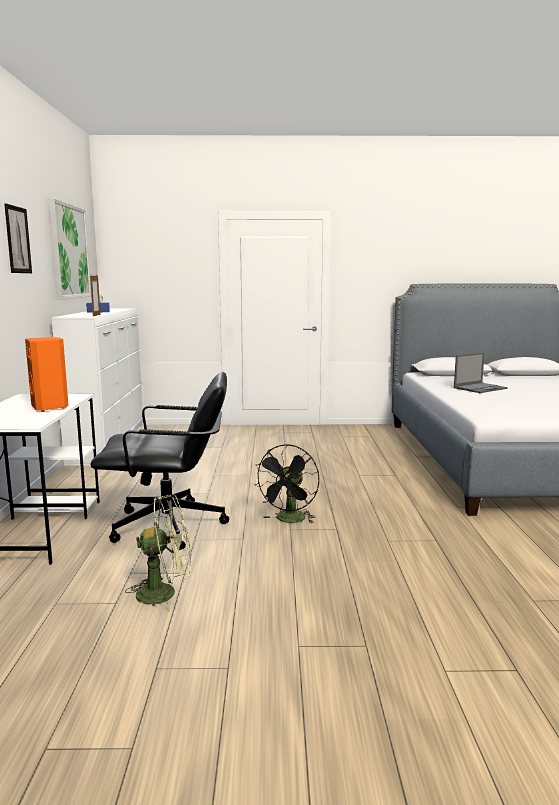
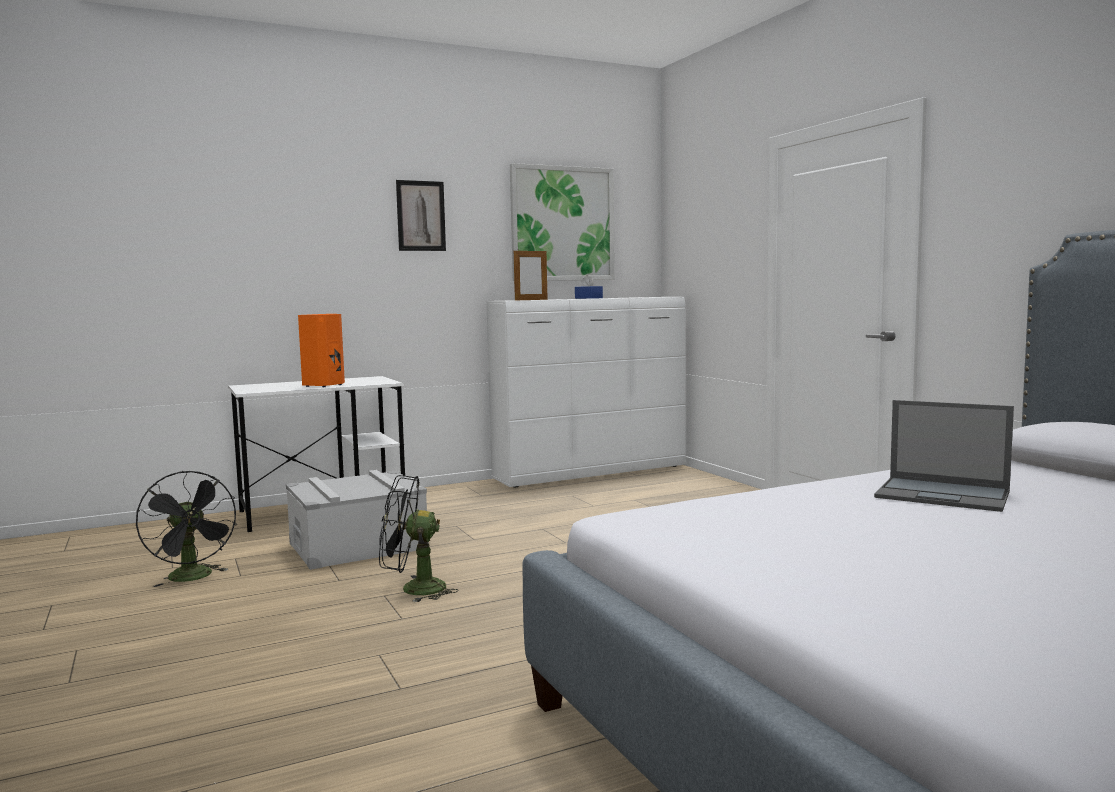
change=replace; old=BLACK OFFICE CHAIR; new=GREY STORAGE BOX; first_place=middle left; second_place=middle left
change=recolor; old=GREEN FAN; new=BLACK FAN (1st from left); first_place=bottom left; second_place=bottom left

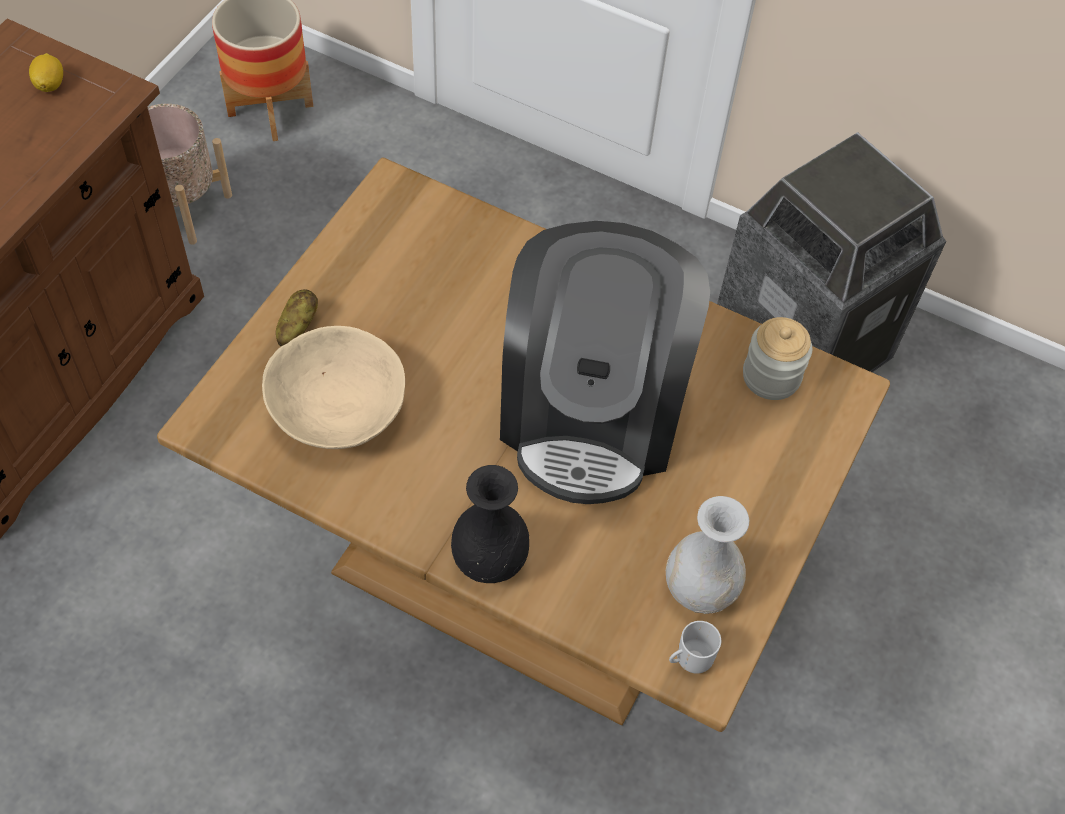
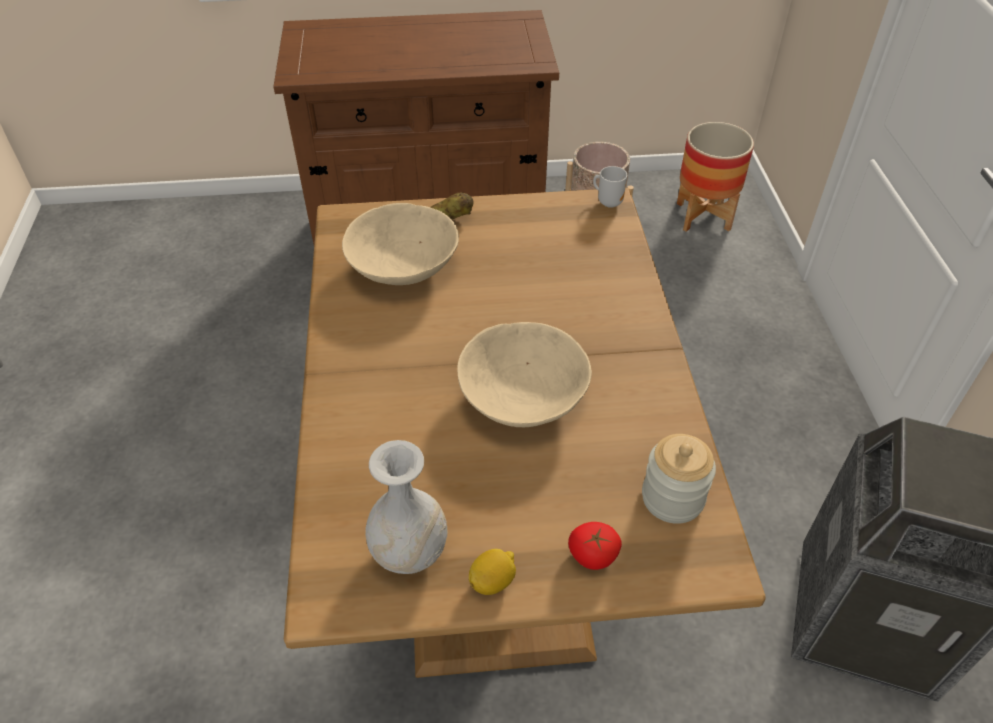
change=delete; old=BLACK VASE; first_place=centre
change=insert; new=TOMATO; second_place=bottom centre
change=move; old=LEMON; first_place=top left; second_place=bottom centre
change=move; old=MUG; first_place=bottom centre; second_place=top centre
change=replace; old=COFFEE MACHINE; new=BEIGE BOWL (2nd from left); first_place=centre; second_place=centre

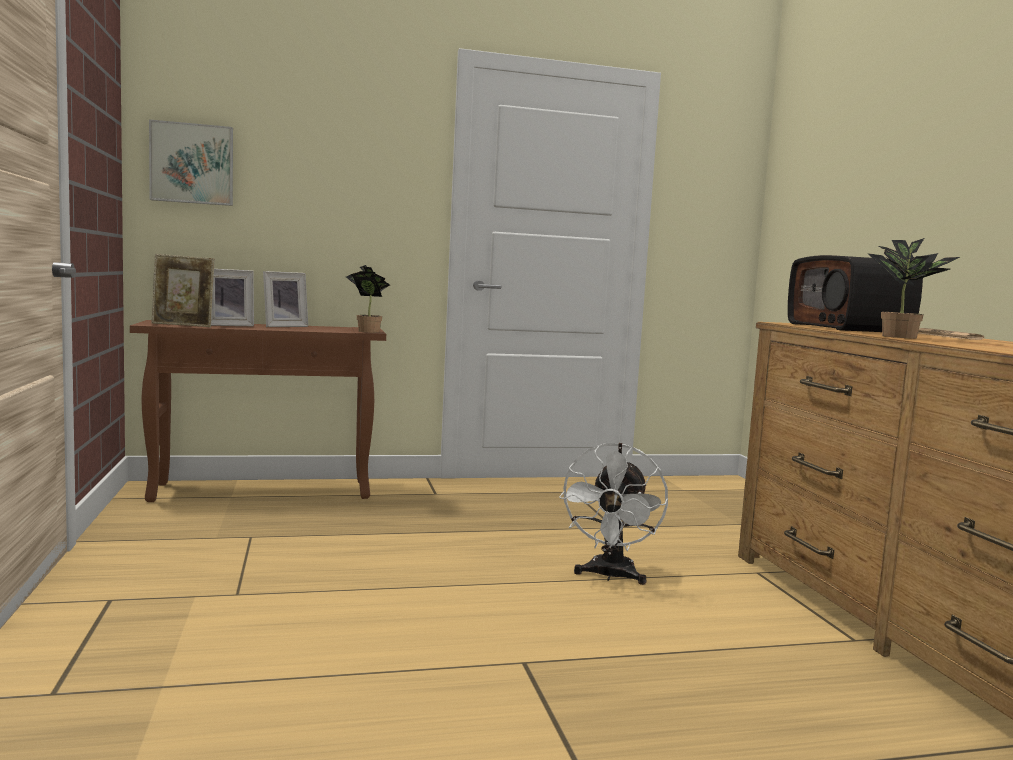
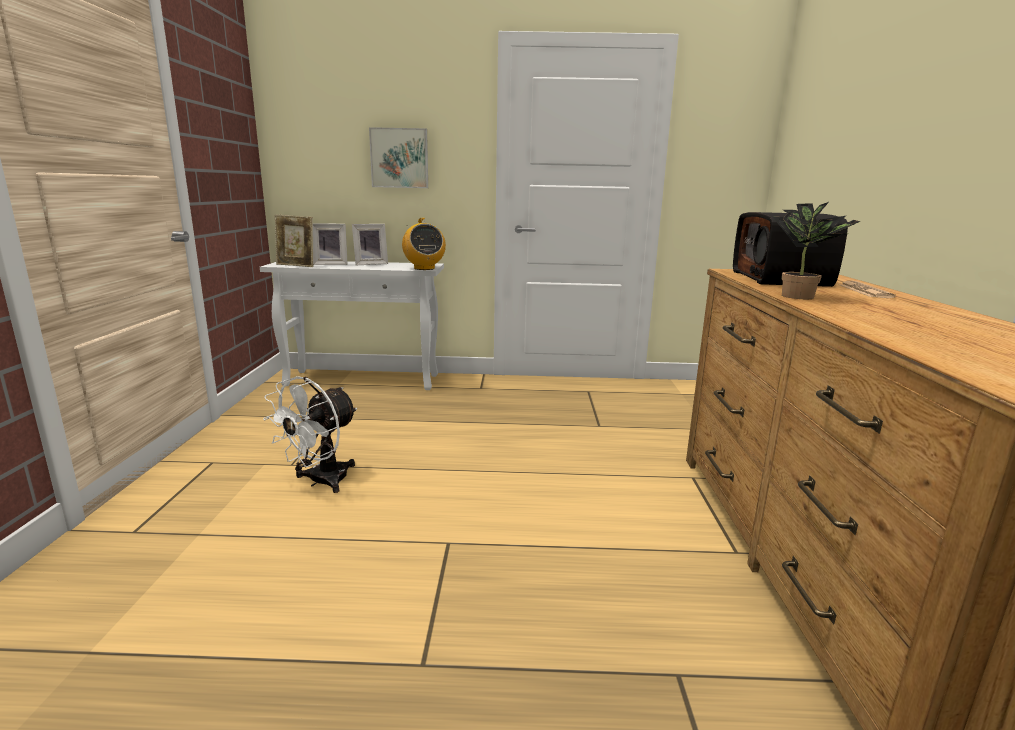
change=move; old=PICTURE; first_place=top left; second_place=top centre
change=move; old=WHITE FAN; first_place=bottom centre; second_place=middle left
change=replace; old=POTTED PLANT (1st from left); new=RADIO (1st from left); first_place=centre; second_place=centre
change=recolor; old=BROWN CONSOLE TABLE; new=WHITE CONSOLE TABLE; first_place=middle left; second_place=centre

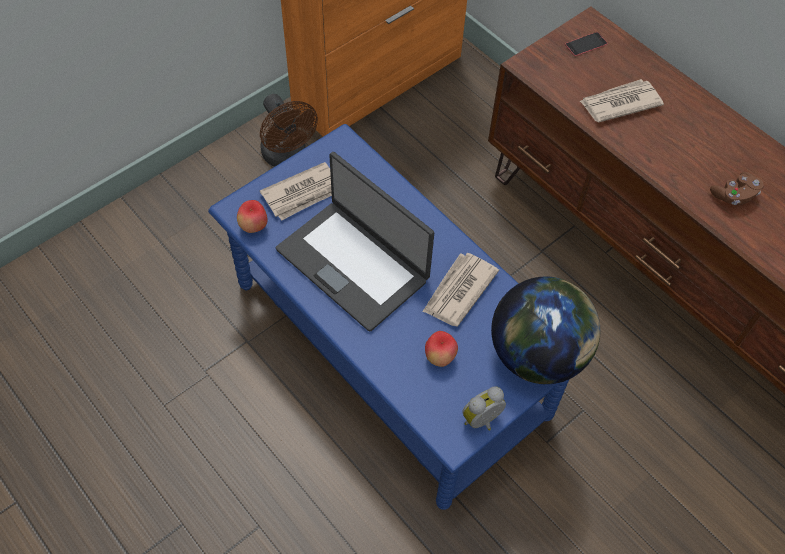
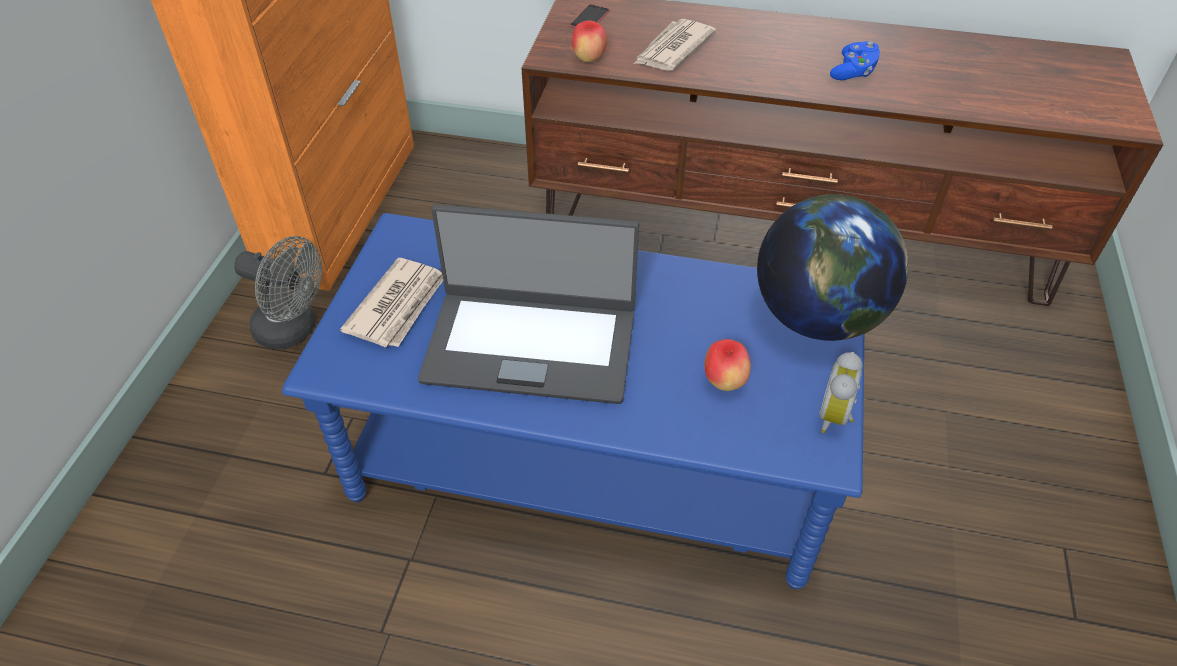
change=delete; old=NEWSPAPER (2nd from left); first_place=centre
change=move; old=APPLE (1st from left); first_place=middle left; second_place=top centre
change=recolor; old=BROWN FAN; new=GREY FAN; first_place=top centre; second_place=middle left
change=recolor; old=BROWN GAME CONTROLLER; new=BLUE GAME CONTROLLER; first_place=middle right; second_place=top right

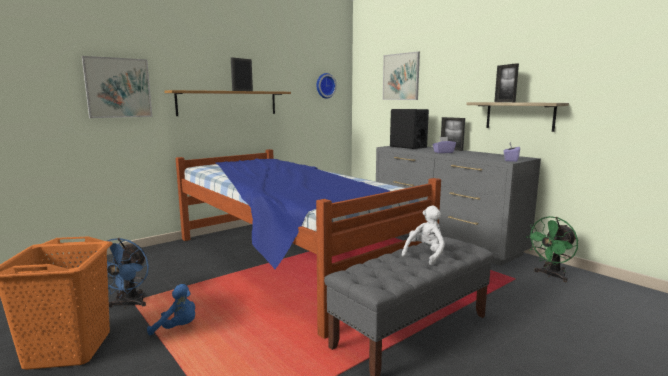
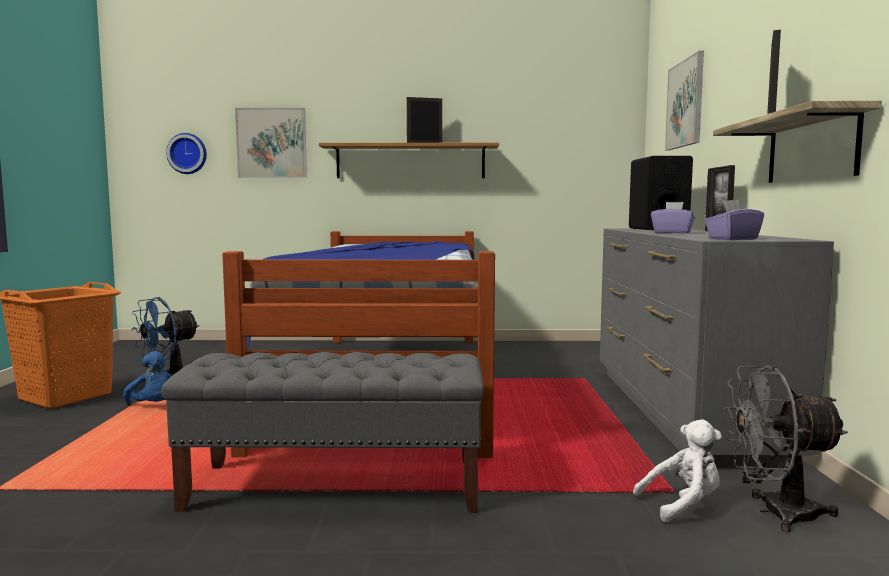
change=move; old=WALL CLOCK; first_place=top centre; second_place=top left
change=move; old=WHITE PLUSH TOY; first_place=centre; second_place=bottom right
change=recolor; old=GREEN FAN; new=GREY FAN; first_place=middle right; second_place=bottom right

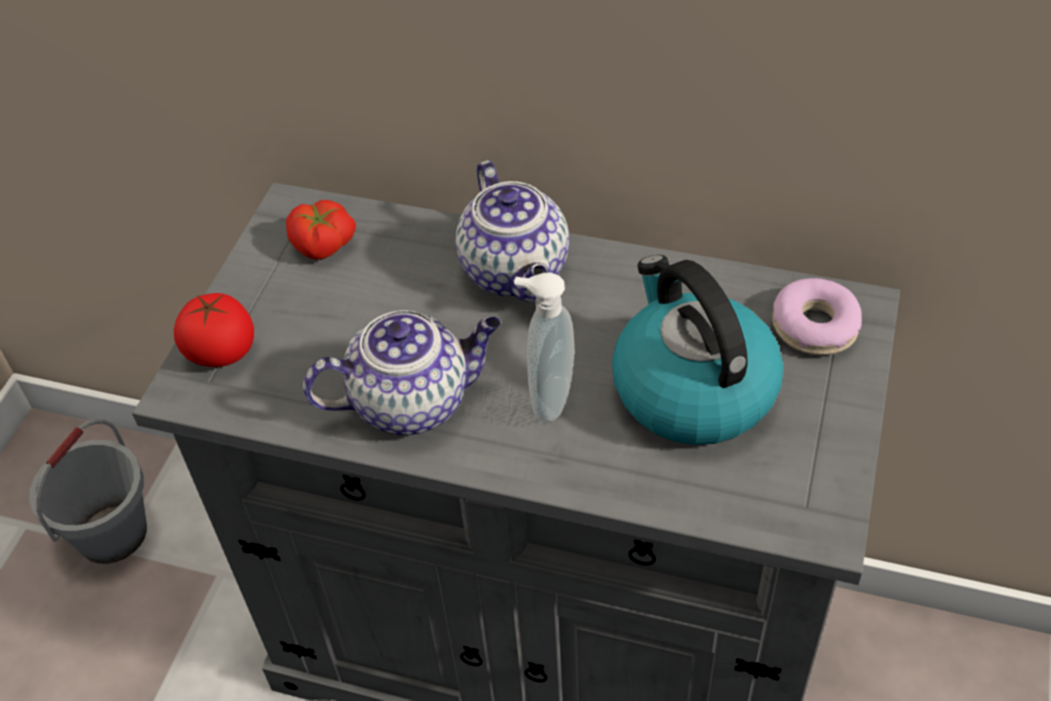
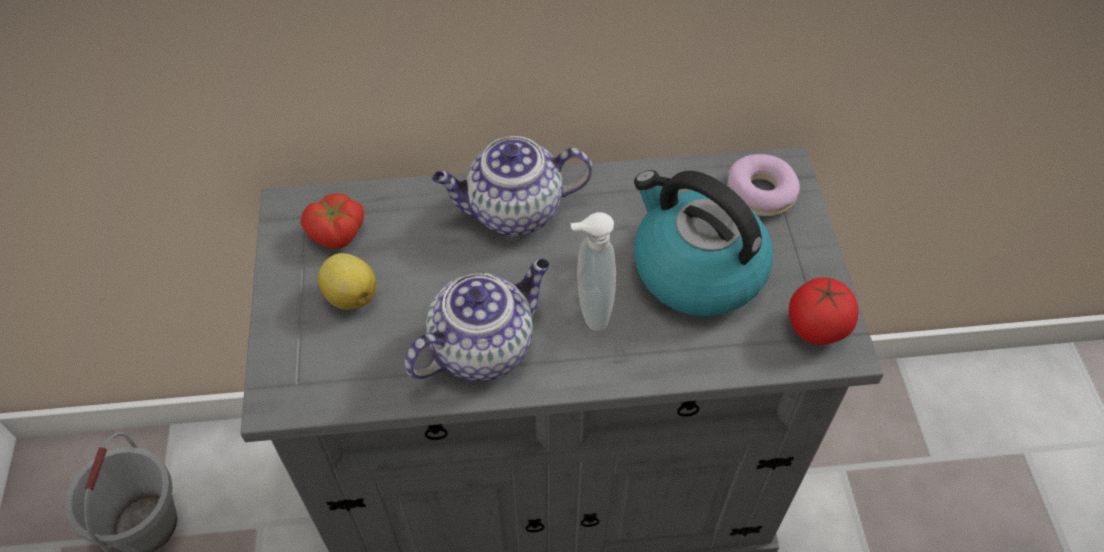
change=insert; new=LEMON; second_place=middle left
change=move; old=TOMATO (1st from left in the first image); new=TOMATO (2nd from left); first_place=middle left; second_place=middle right
change=rotate; old=TEAPOT (2nd from left); first_place=top centre; second_place=centre; degrees=120

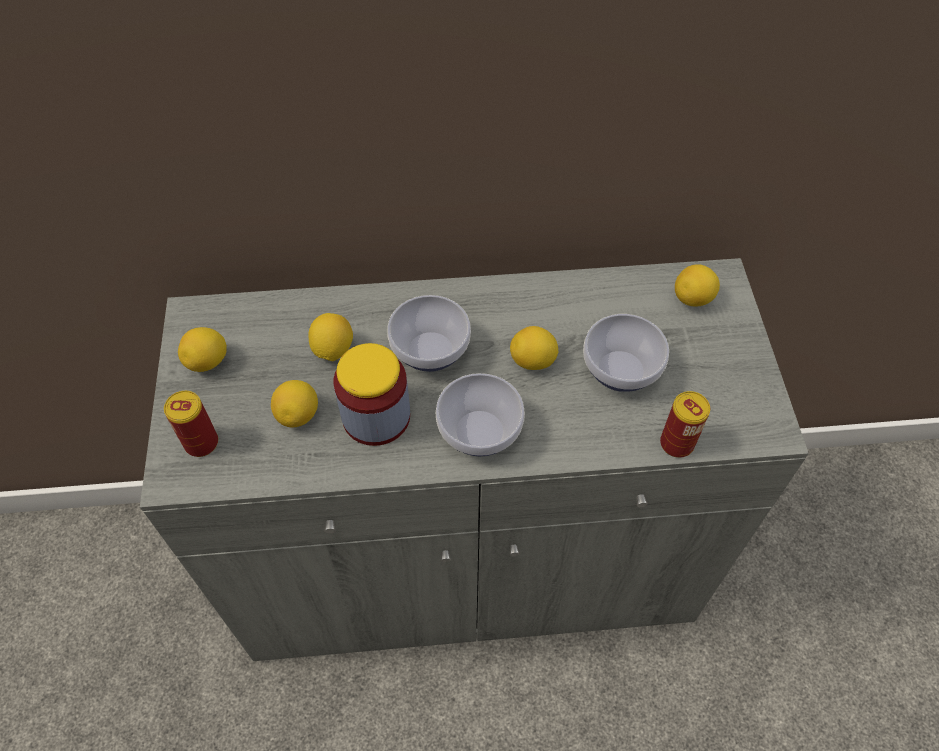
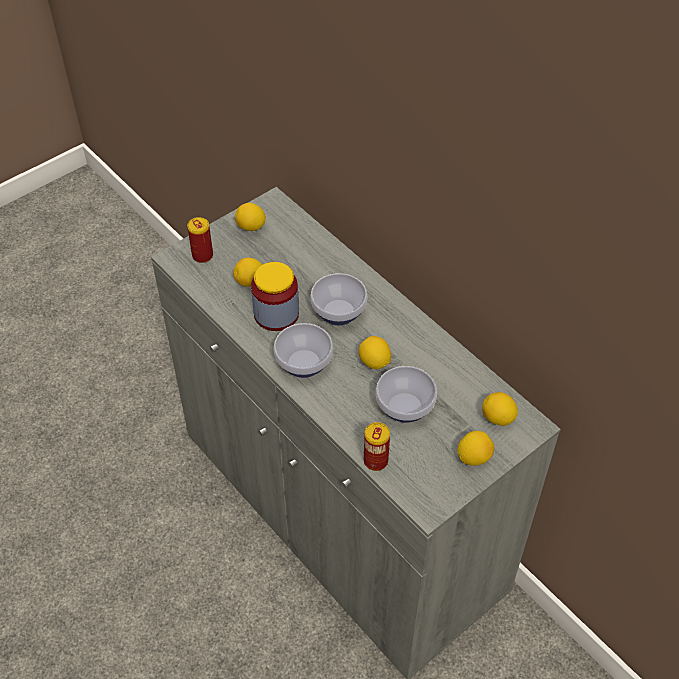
change=move; old=LEMON (3rd from left in the first image); new=LEMON (4th from left); first_place=centre; second_place=middle right

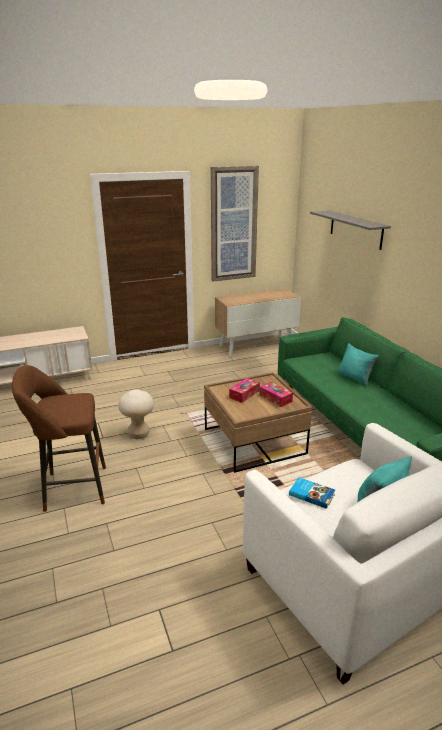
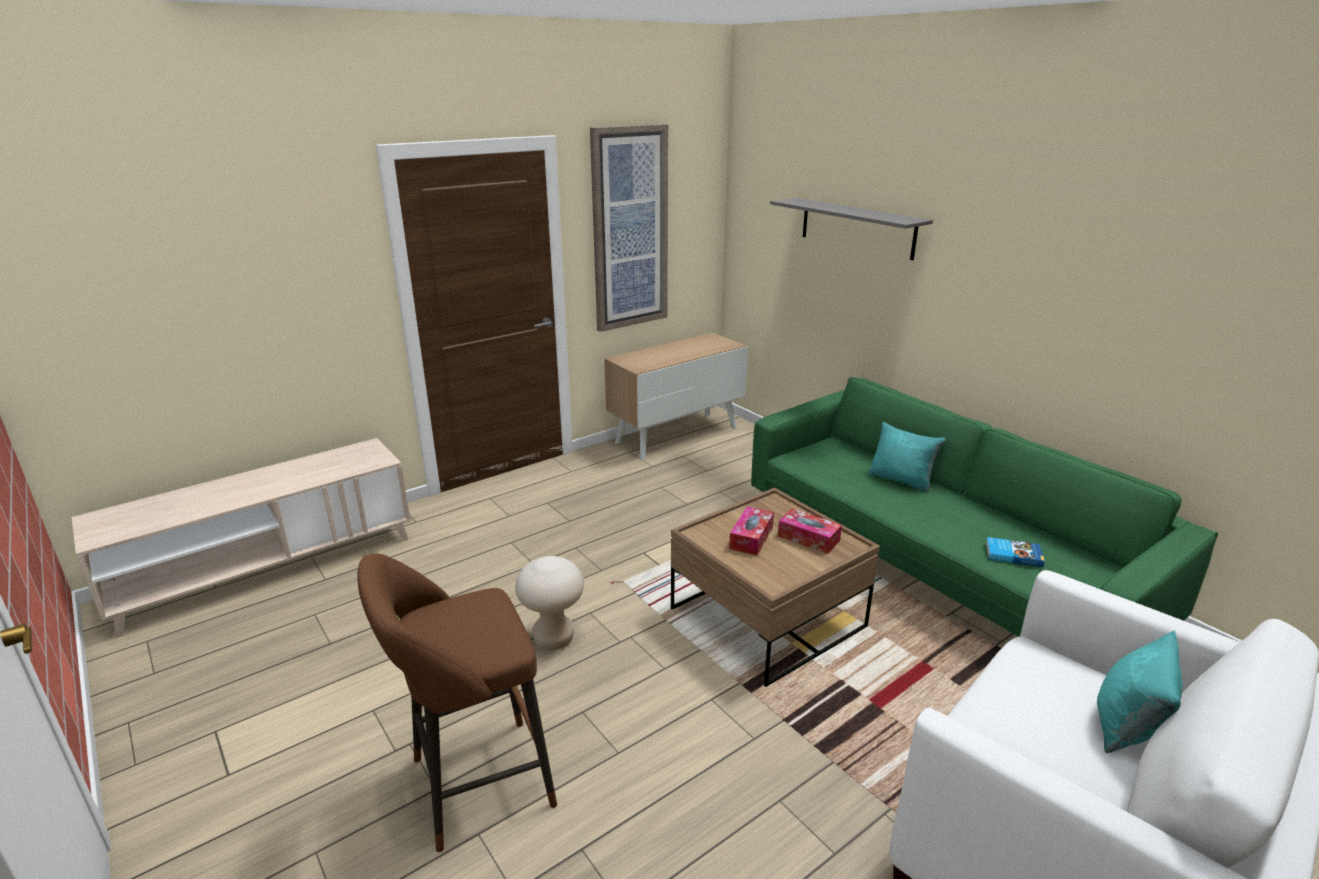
change=move; old=BOOK; first_place=bottom right; second_place=middle right

